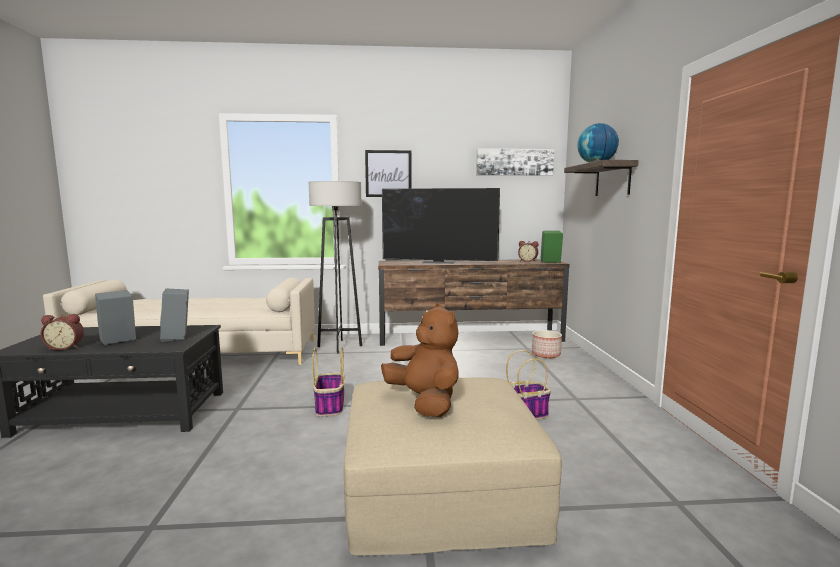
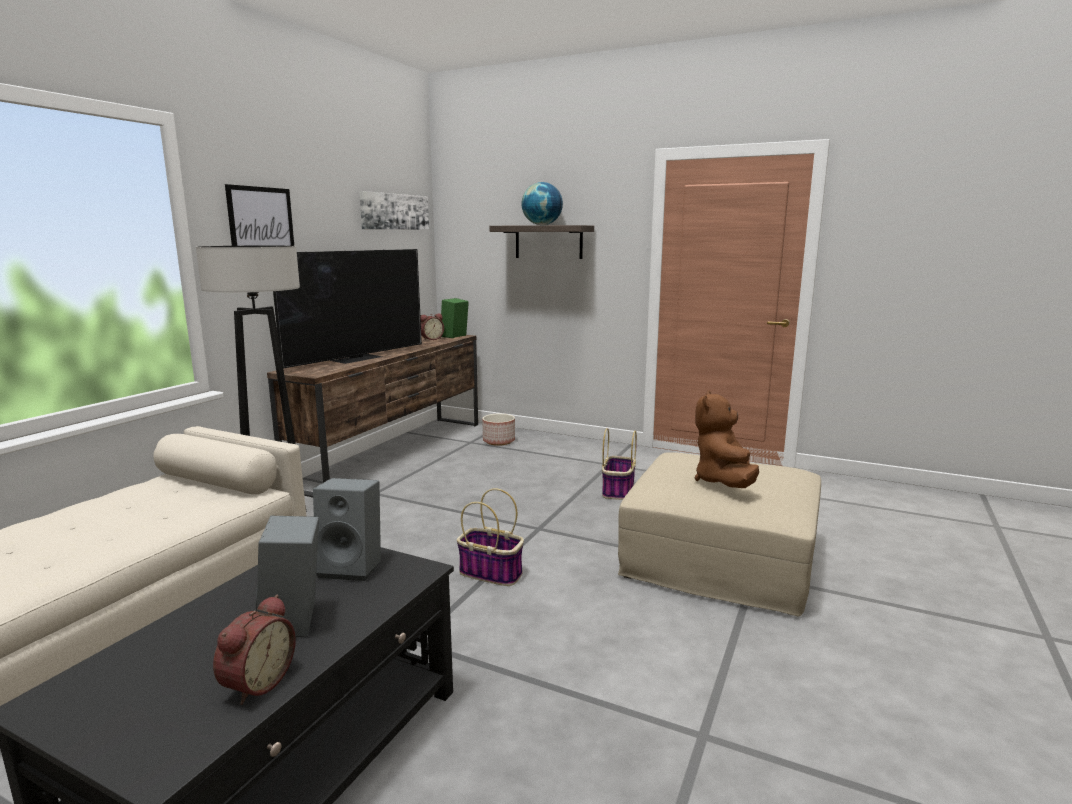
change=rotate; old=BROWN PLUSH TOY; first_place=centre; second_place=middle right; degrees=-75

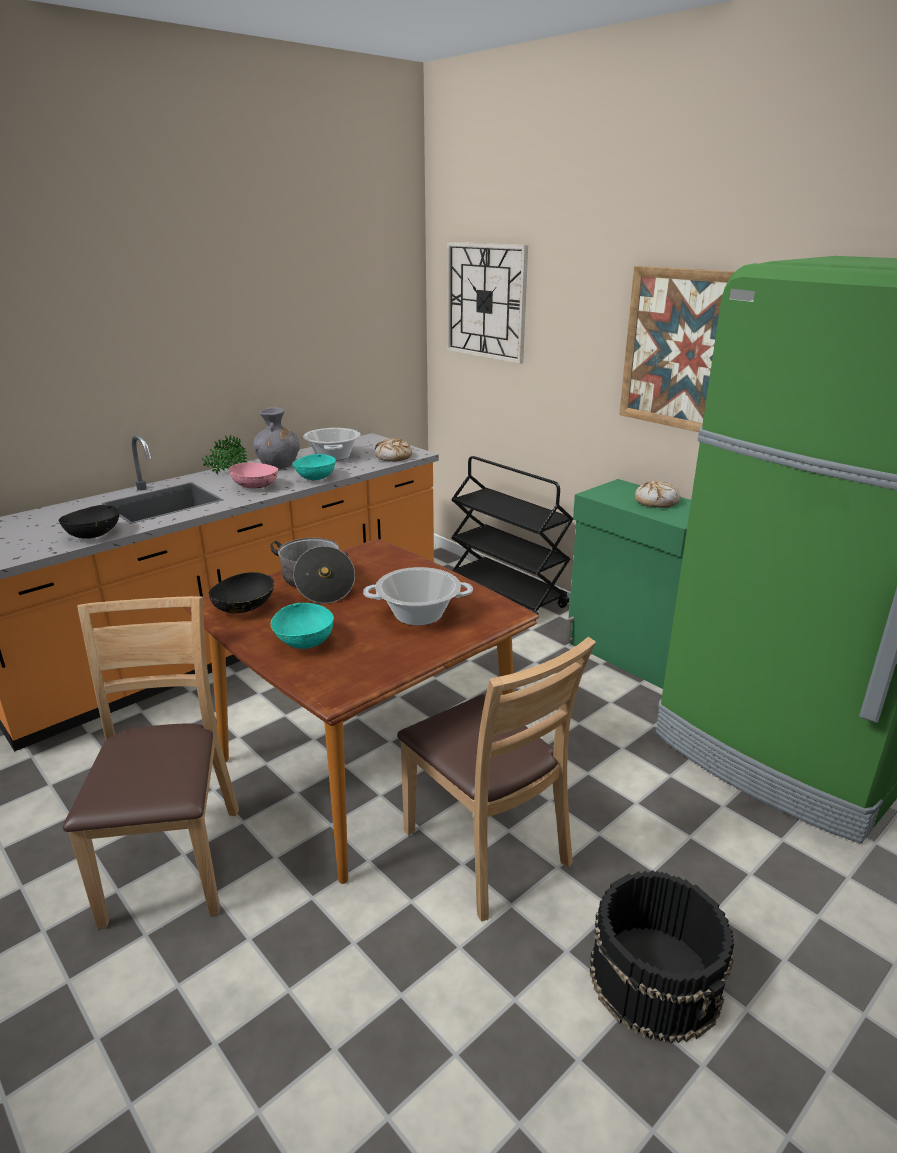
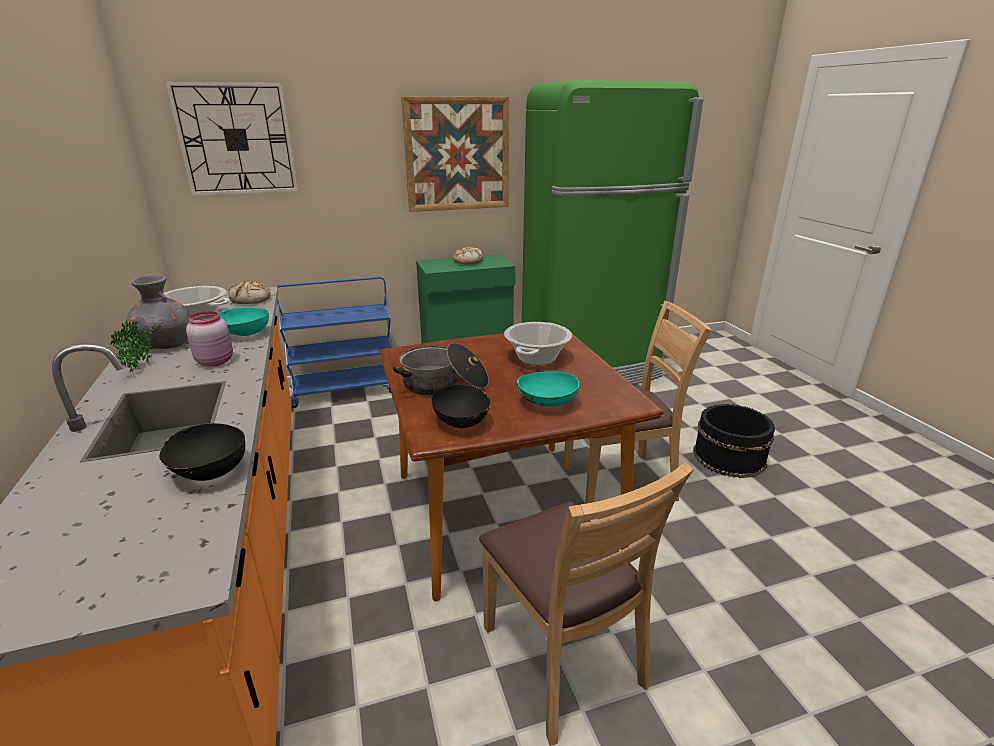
change=replace; old=PINK BOWL; new=PINK JAR; first_place=middle left; second_place=middle left
change=recolor; old=BLACK CART; new=BLUE CART; first_place=centre; second_place=centre
change=rotate; old=BROWN CHAIR (1st from left); first_place=middle left; second_place=bottom centre; degrees=-135

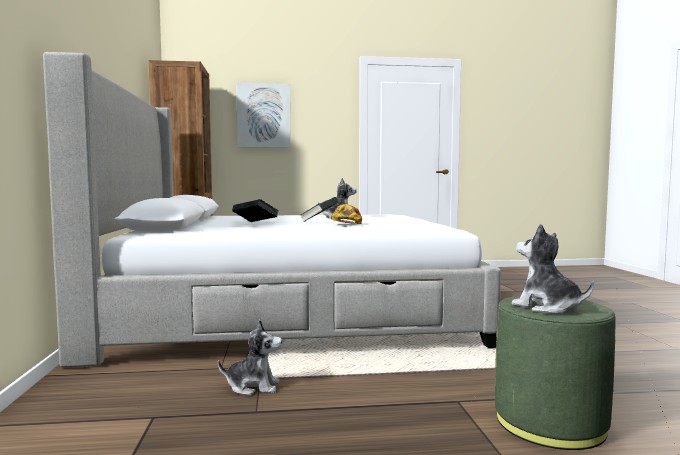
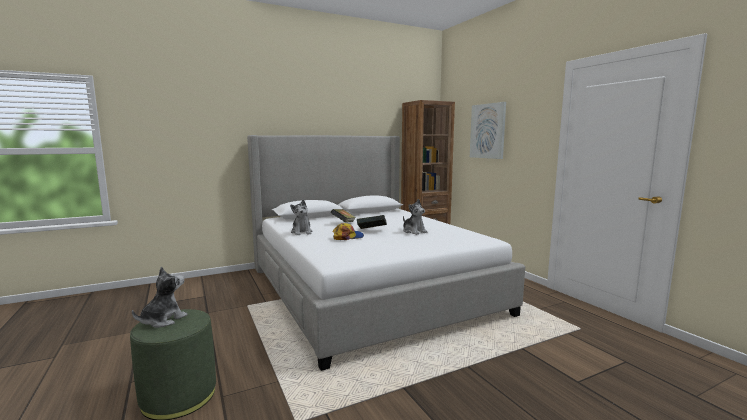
change=move; old=PLUSH TOY (1st from left in the first image); new=PLUSH TOY (2nd from left); first_place=bottom centre; second_place=centre

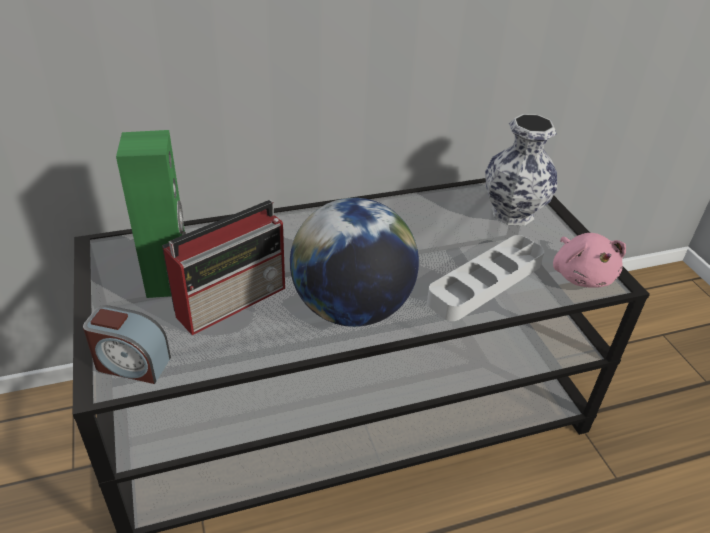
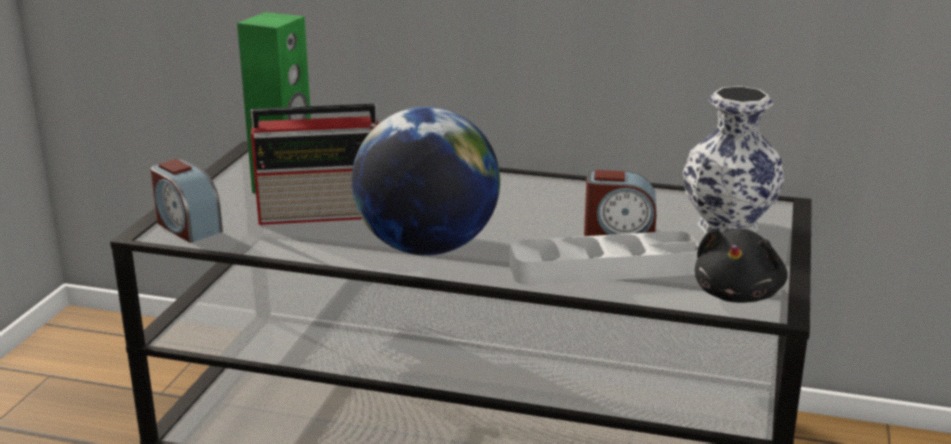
change=insert; new=ALARM CLOCK (2nd from left); second_place=centre
change=recolor; old=PINK PLUSH TOY; new=BLACK PLUSH TOY; first_place=middle right; second_place=middle right

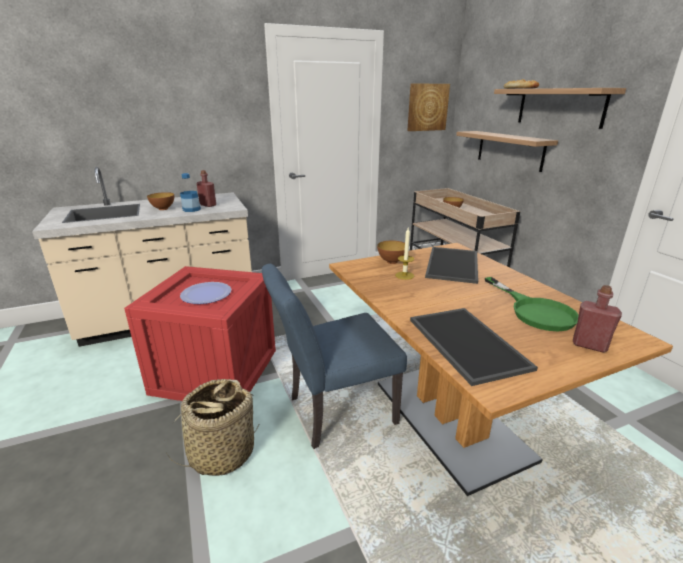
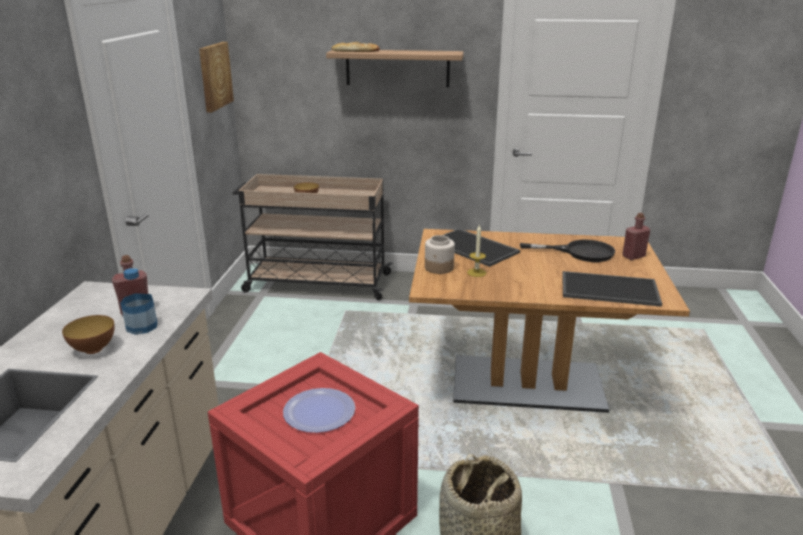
change=delete; old=BLUE CHAIR; first_place=centre
change=delete; old=SHELF (1st from left); first_place=top right
change=replace; old=BOWL (2nd from left); new=JAR; first_place=centre; second_place=centre
change=recolor; old=GREEN FRYING PAN; new=BLACK FRYING PAN; first_place=middle right; second_place=middle right

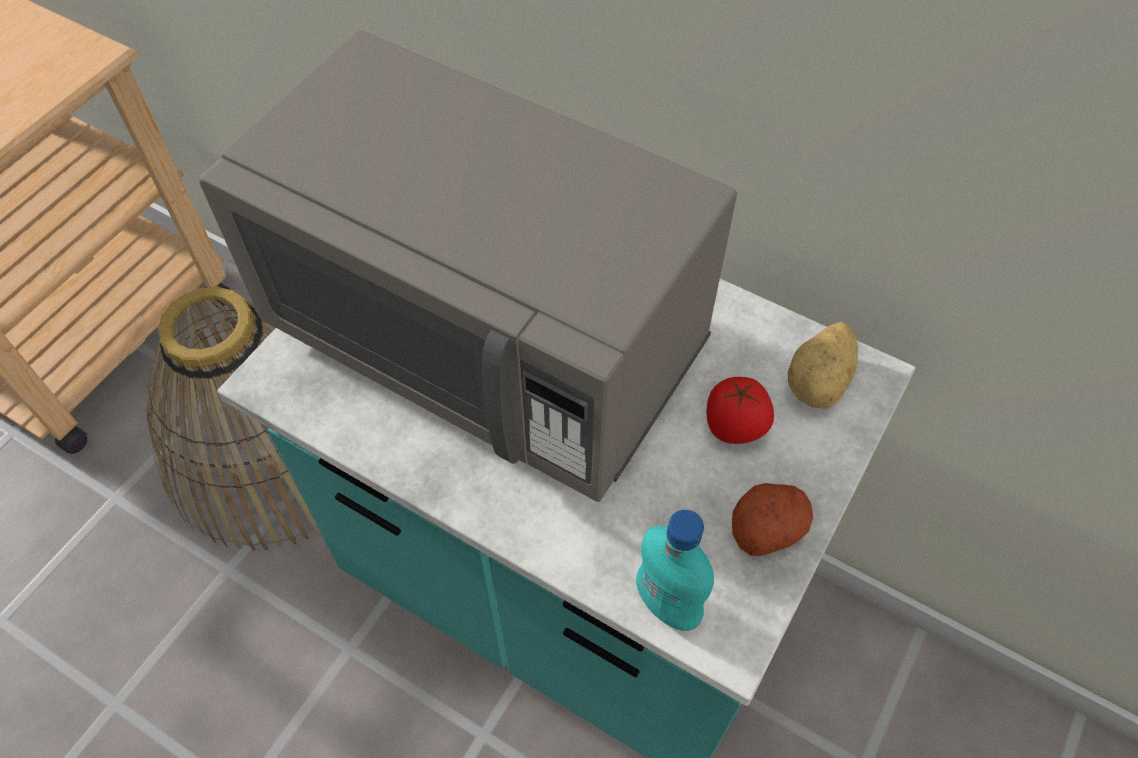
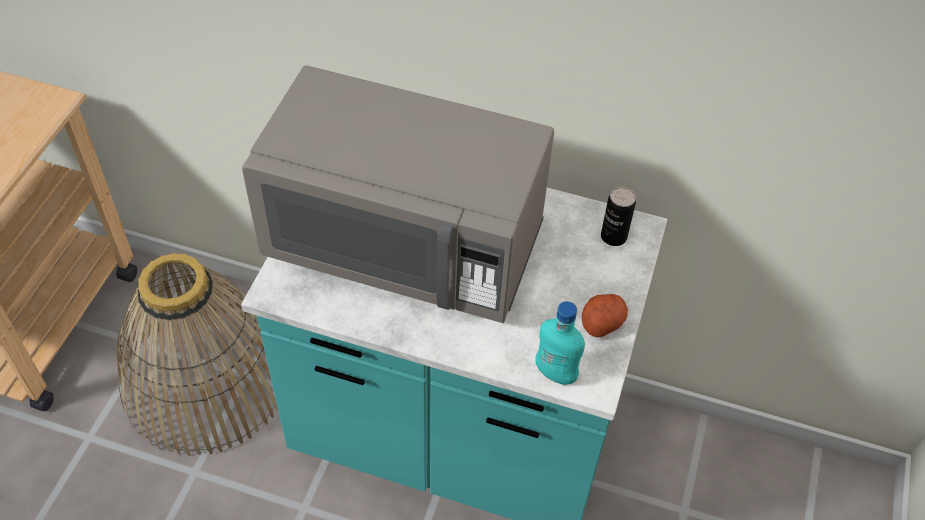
change=delete; old=TOMATO; first_place=centre
change=replace; old=POTATO (2nd from left); new=CAN; first_place=middle right; second_place=middle right

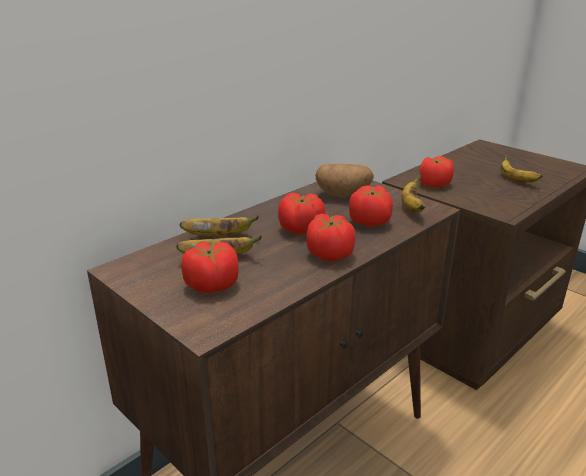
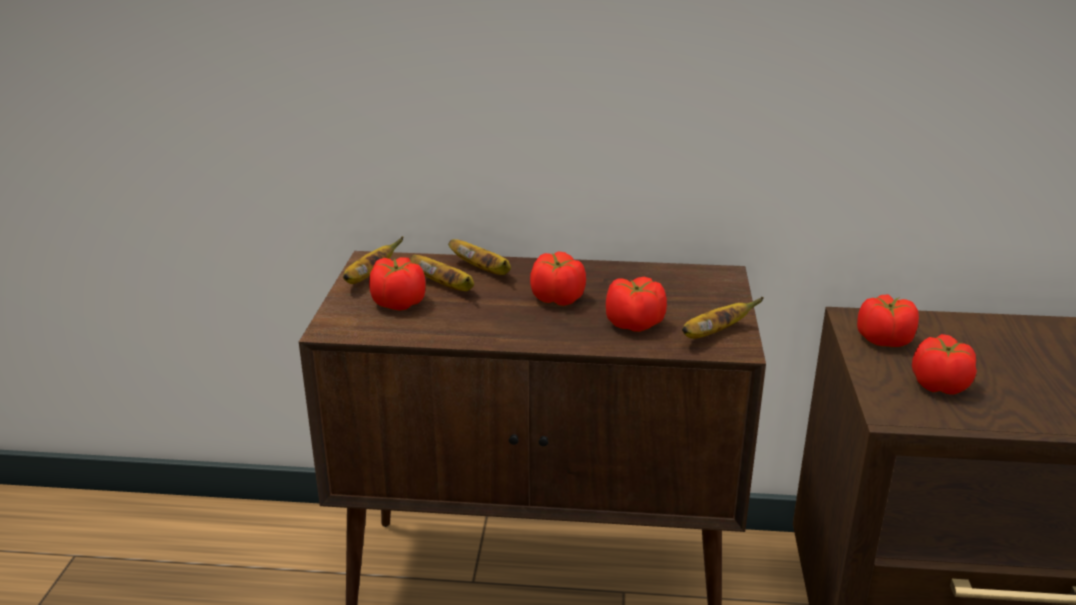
change=delete; old=POTATO; first_place=centre
change=move; old=TOMATO (3rd from left in the first image); new=TOMATO (5th from left); first_place=centre; second_place=middle right
change=move; old=BANANA (4th from left in the first image); new=BANANA (1st from left); first_place=middle right; second_place=centre

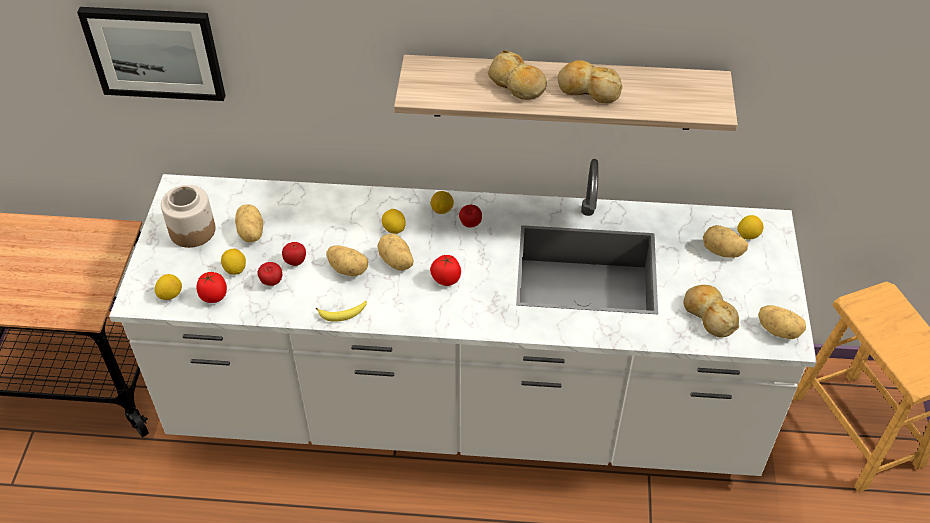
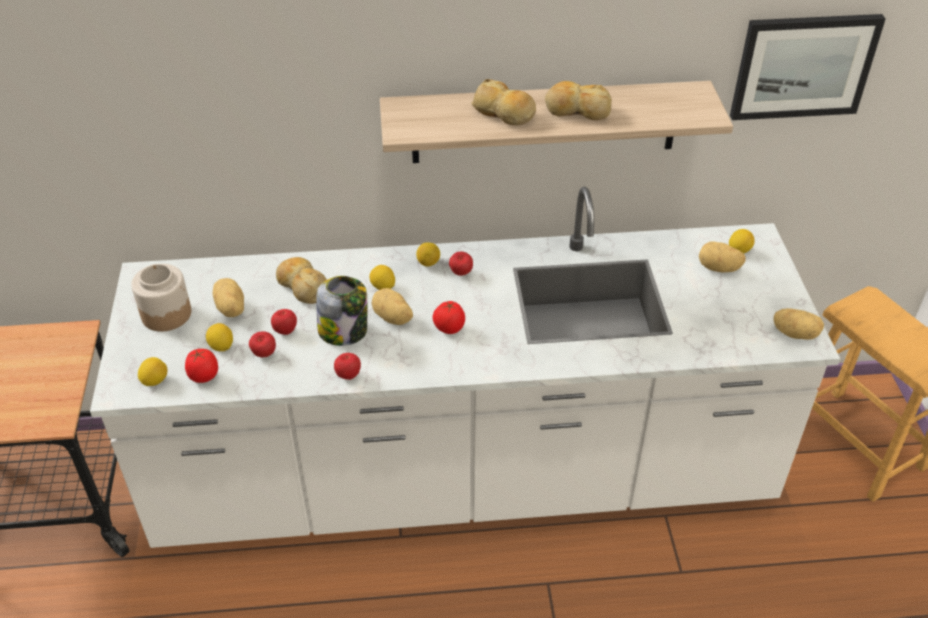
change=move; old=PICTURE; first_place=top left; second_place=top right
change=move; old=BREAD (3rd from left in the first image); new=BREAD (1st from left); first_place=middle right; second_place=middle left
change=replace; old=BANANA; new=APPLE (3rd from left); first_place=centre; second_place=centre
change=replace; old=POTATO (2nd from left); new=JAR (2nd from left); first_place=centre; second_place=centre

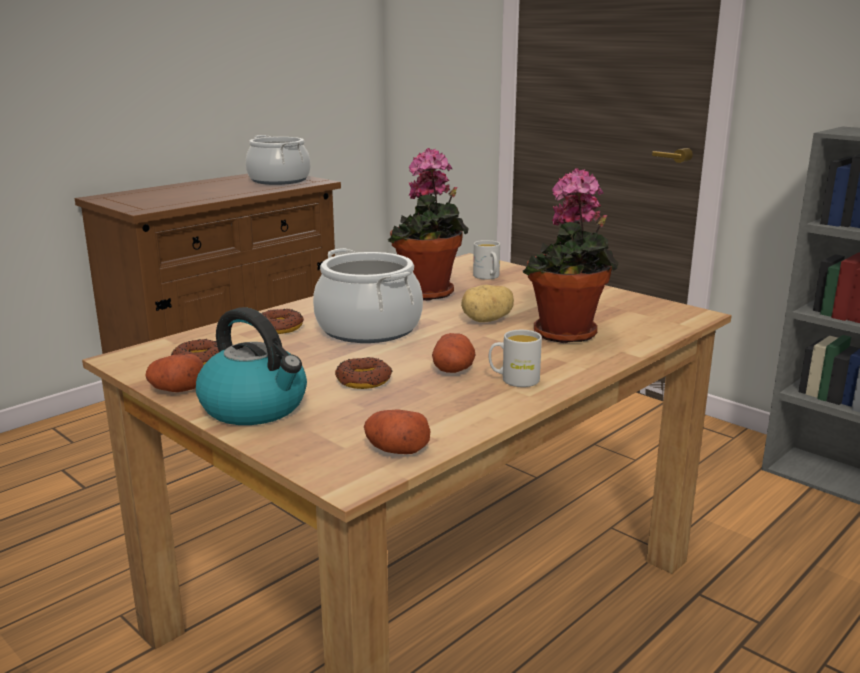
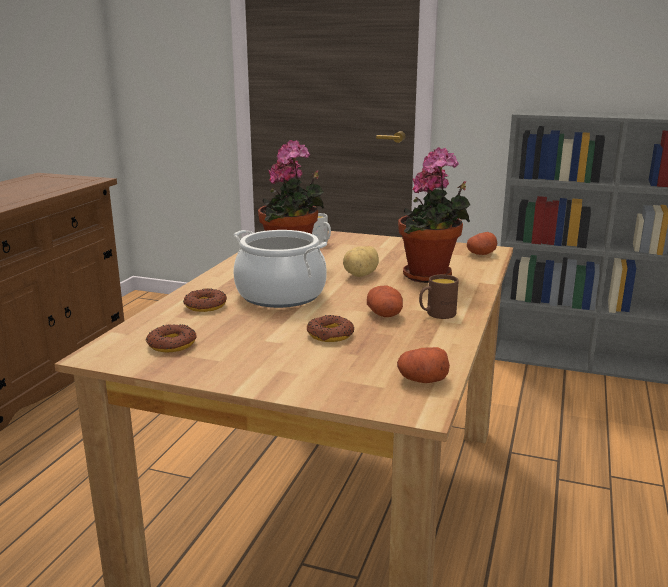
change=delete; old=KETTLE; first_place=middle left
change=delete; old=COOKING POT (1st from left); first_place=top left
change=move; old=POTATO (1st from left in the first image); new=POTATO (4th from left); first_place=middle left; second_place=middle right
change=recolor; old=WHITE MUG (2nd from left); new=BROWN MUG; first_place=centre; second_place=centre

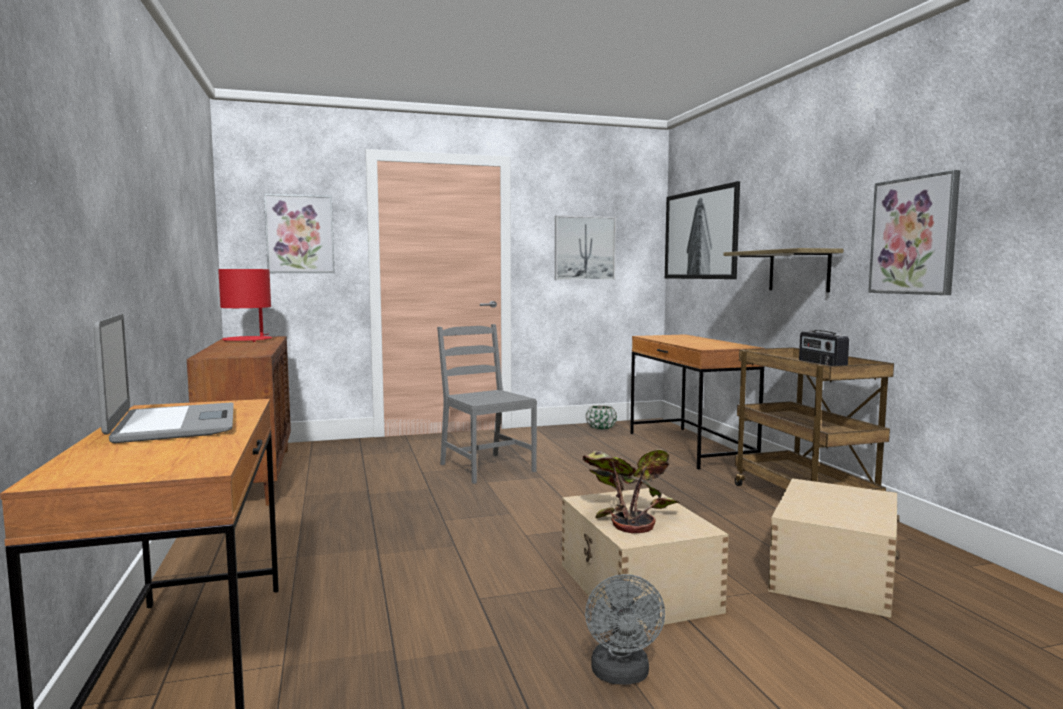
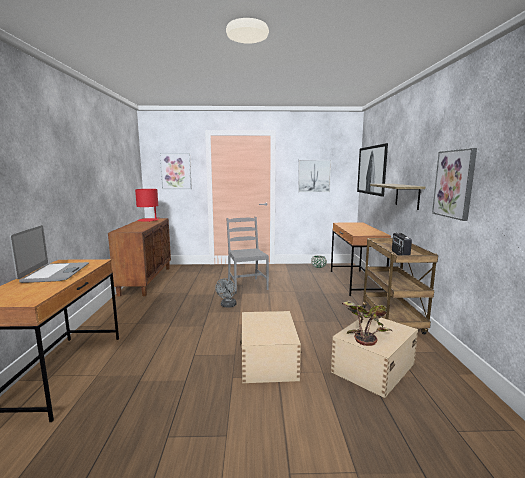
change=move; old=POTTED PLANT; first_place=bottom centre; second_place=bottom right
change=move; old=GREY FAN; first_place=bottom centre; second_place=centre

